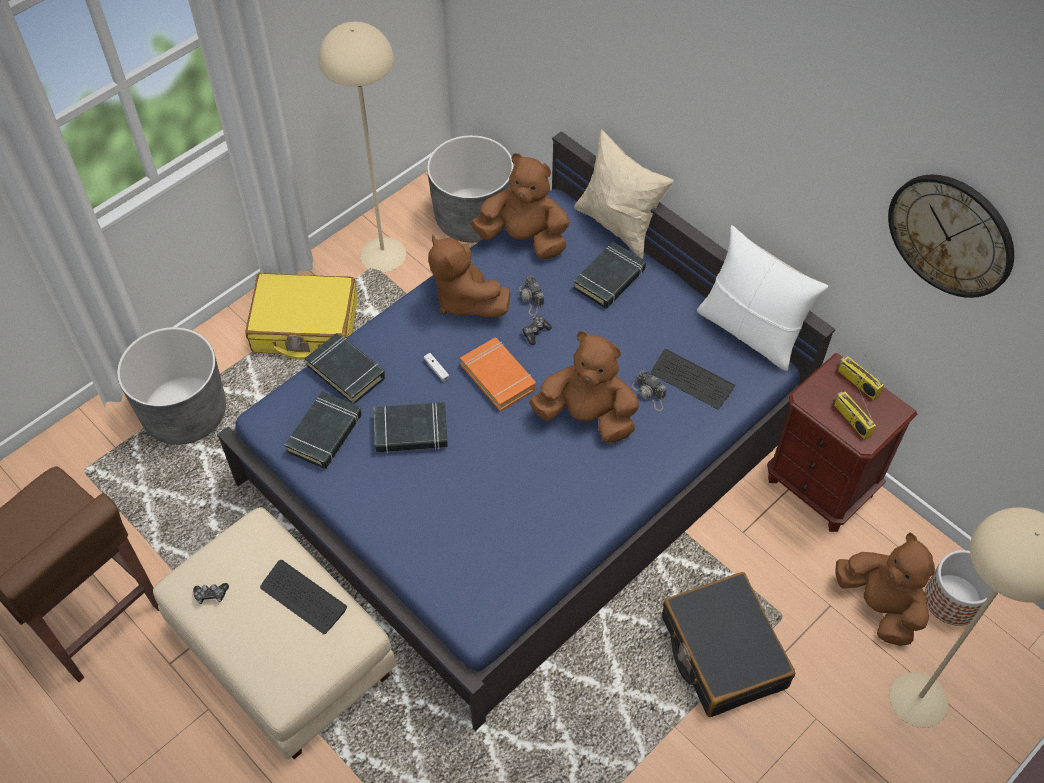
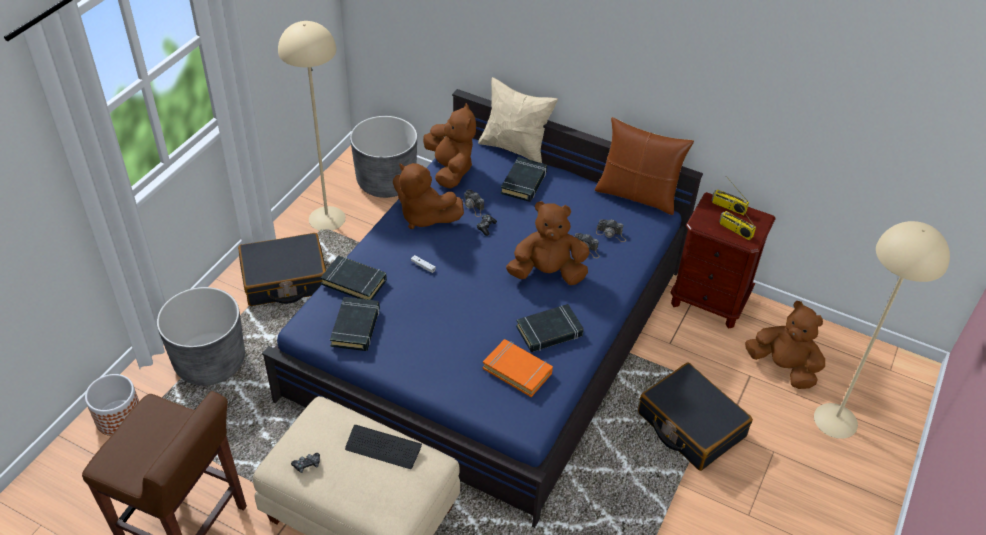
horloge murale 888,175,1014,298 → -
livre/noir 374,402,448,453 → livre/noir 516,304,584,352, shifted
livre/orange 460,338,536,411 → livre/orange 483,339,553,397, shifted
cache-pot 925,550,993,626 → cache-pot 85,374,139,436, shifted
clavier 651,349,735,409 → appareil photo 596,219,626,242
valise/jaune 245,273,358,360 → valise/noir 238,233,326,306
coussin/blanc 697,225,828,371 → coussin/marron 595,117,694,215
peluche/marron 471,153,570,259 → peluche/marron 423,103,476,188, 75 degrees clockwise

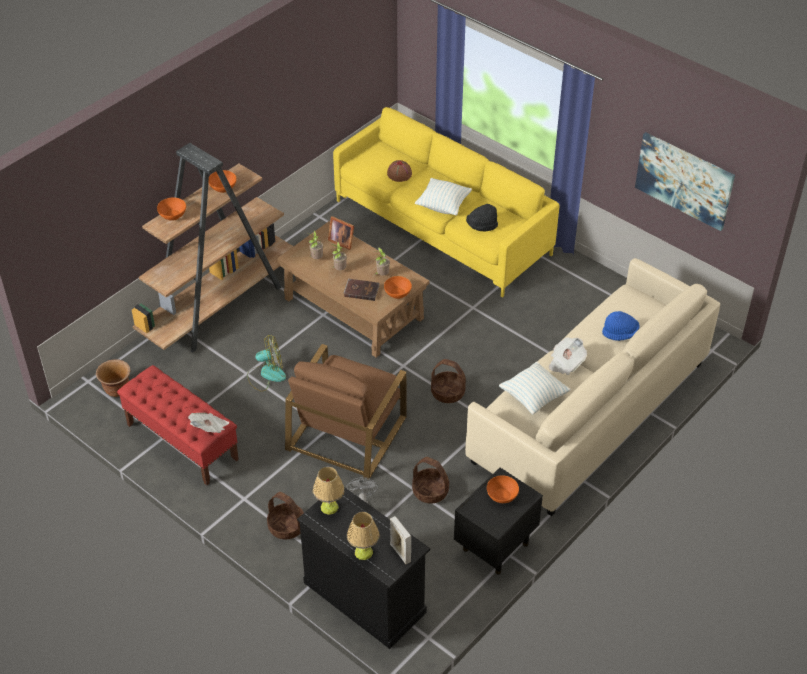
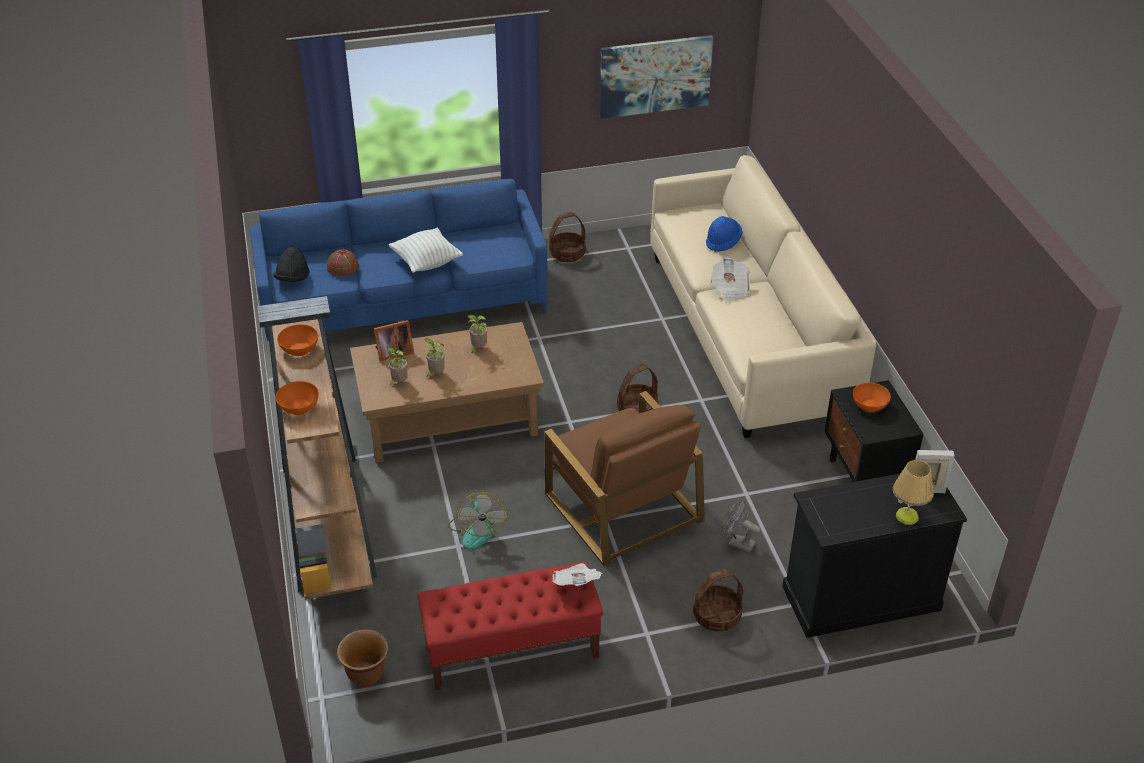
lampe de table 313,467,345,515 → -
livre/marron 344,278,380,301 → -
bol/orange 384,276,412,299 → -
coussin 499,362,571,414 → -
panier 412,457,449,503 → panier 549,212,586,262, shifted
chapeau/noir 466,204,498,231 → chapeau/noir 273,247,309,282, shifted
canapé/jaune 333,107,559,298 → canapé/bleu 250,179,548,341
ventilateur 247,335,286,392 → ventilateur 448,492,508,549, 150 degrees clockwise

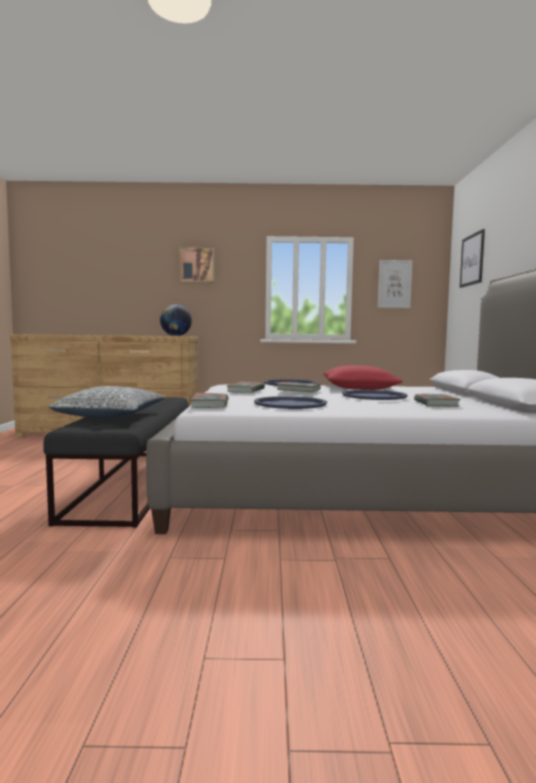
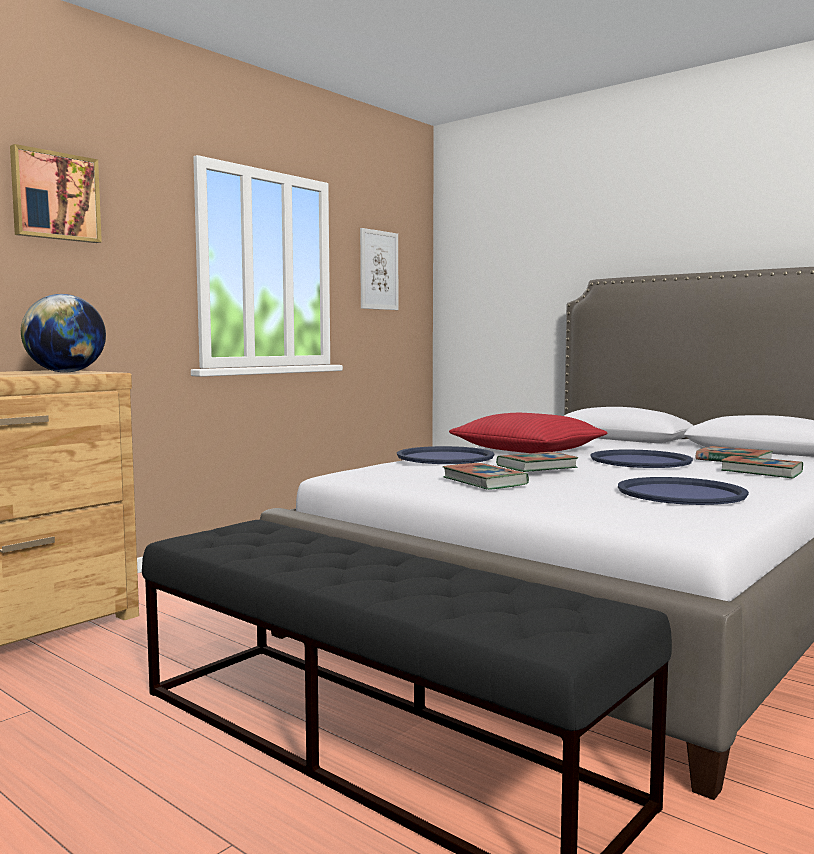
coussin 49,386,165,418 → -
tableau 460,229,485,288 → -
livre 190,393,228,408 → livre 721,456,803,478, shifted

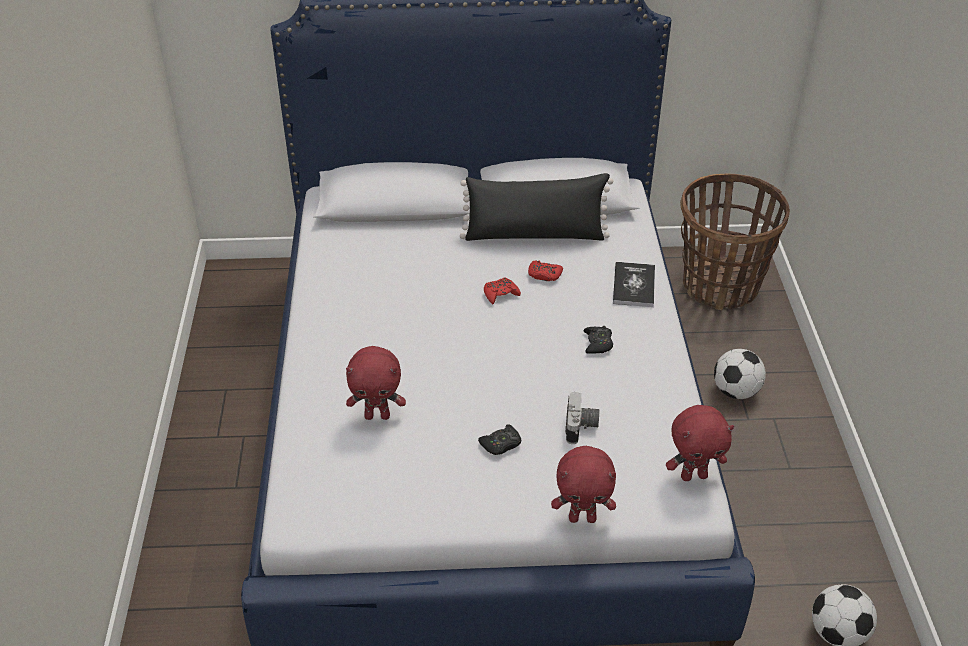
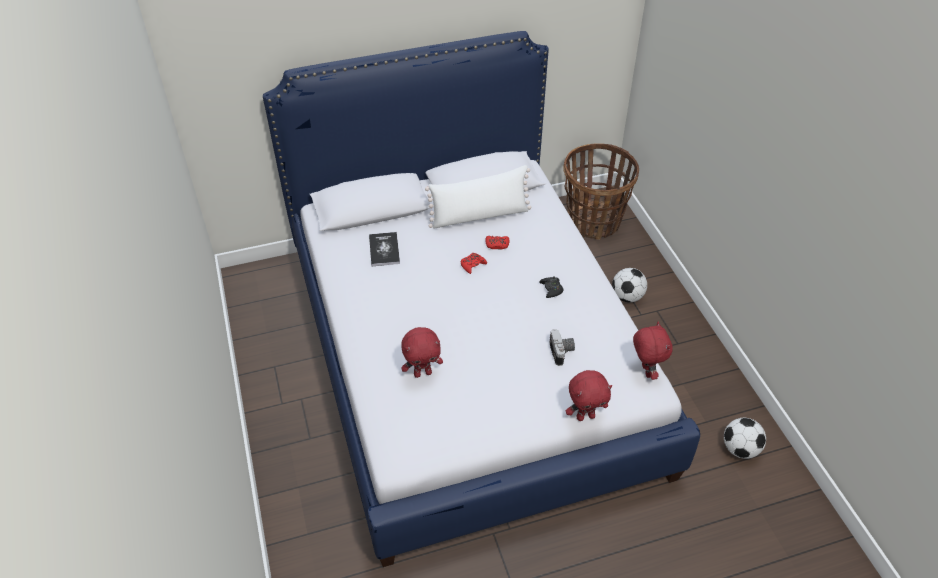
manette/noir 478,424,521,455 → -
livre 613,262,655,307 → livre 369,232,400,266, shifted
coussin/noir 460,173,613,241 → coussin/blanc 425,165,532,229
peluche/rouge 666,405,734,481 → peluche/rouge 633,322,673,380, 75 degrees counterclockwise

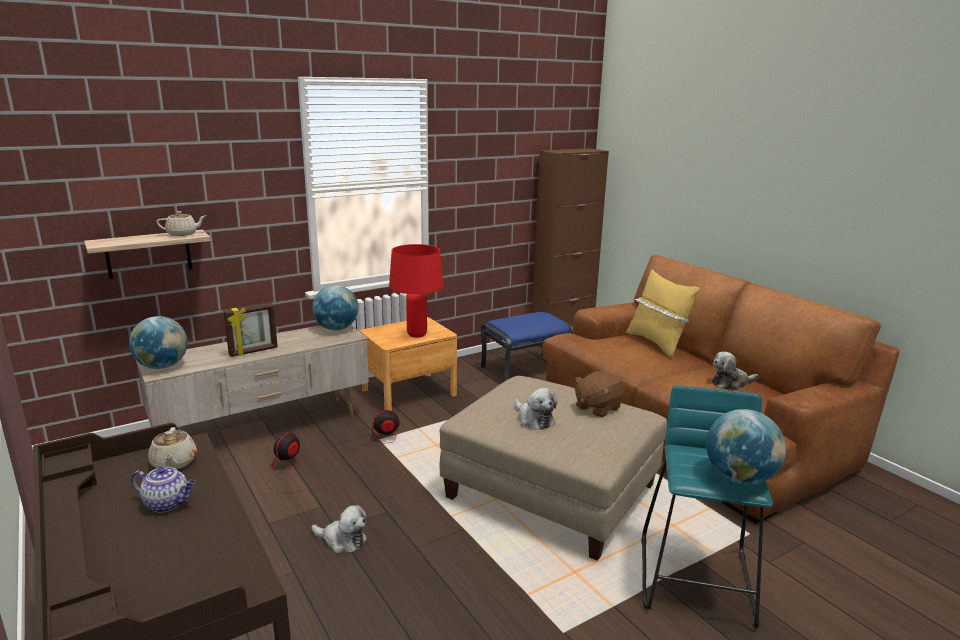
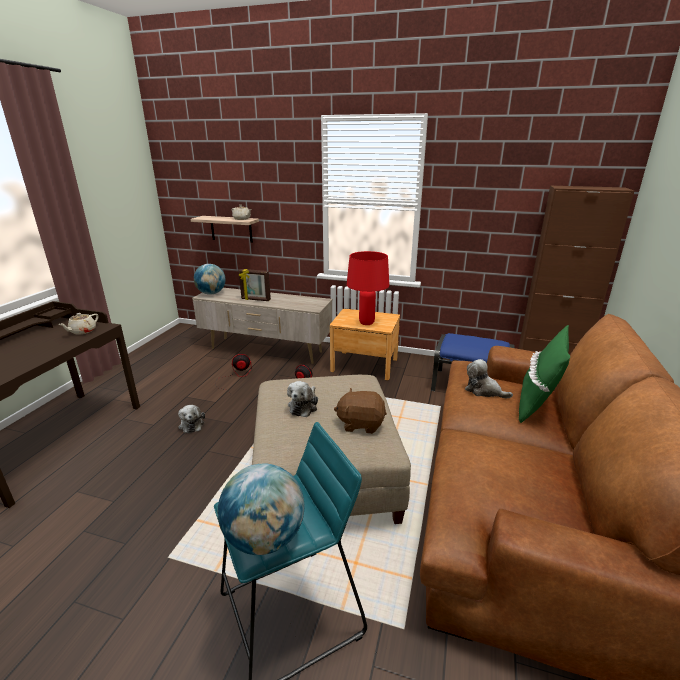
théière 131,467,195,513 → -
globe 312,285,358,330 → -
peluche 711,352,758,390 → peluche 465,359,513,399, shifted
coussin/jaune 626,269,699,358 → coussin/vert 519,325,570,423

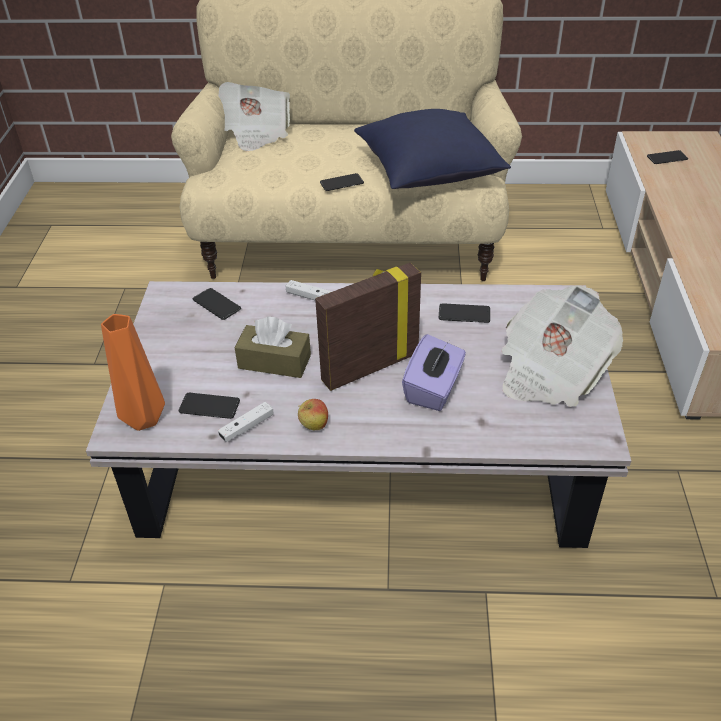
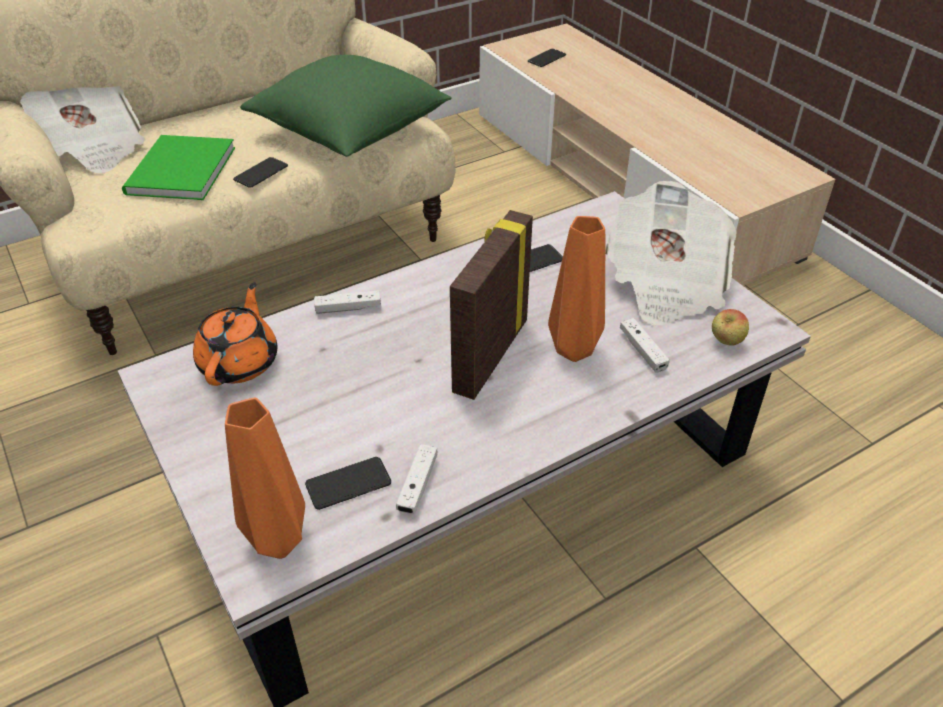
boîte à mouchoirs/marron 235,317,311,378 → -
- → livre/vert 122,135,235,200
- → manette/blanc 620,318,670,373
pomme 298,399,328,430 → pomme 712,309,749,346, shifted
téléphone 193,288,241,320 → théière/orange 193,282,278,386
boîte à mouchoirs/violet 402,334,466,411 → vase/orange 548,216,605,362
coussin/bleu 354,109,511,189 → coussin/vert 240,55,452,157

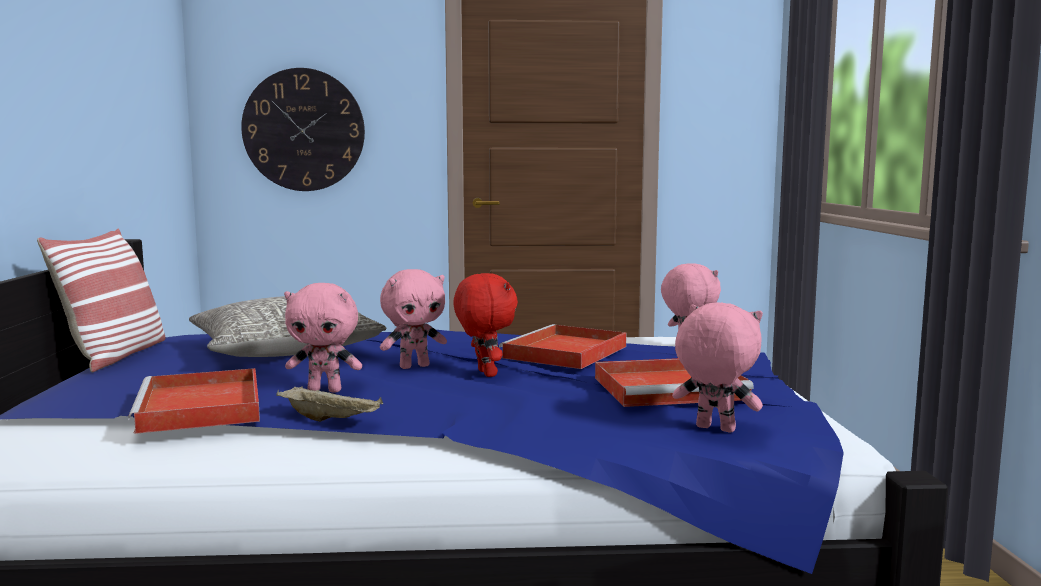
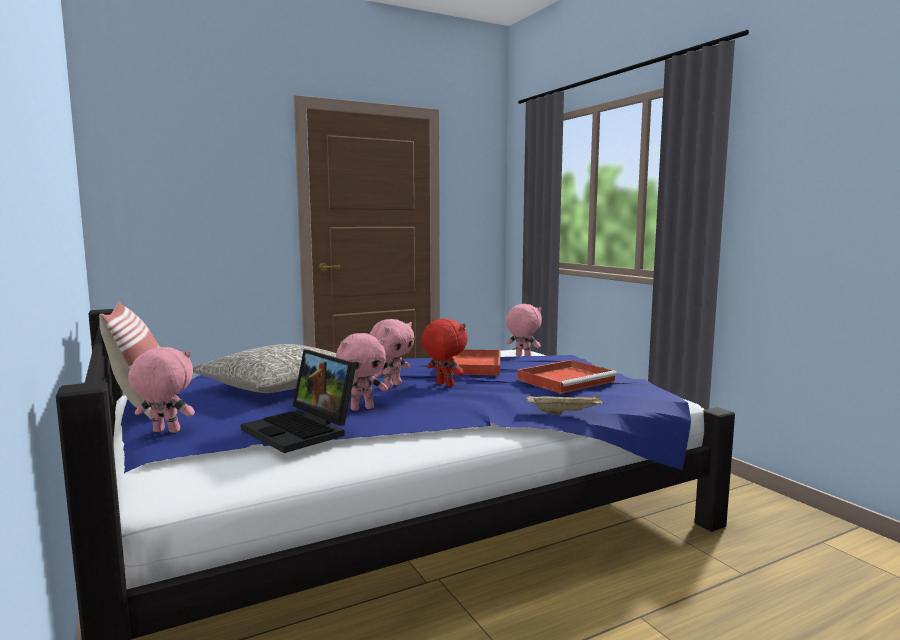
horloge murale 241,68,365,191 → -
plateau/beige 276,386,383,422 → plateau/beige 527,394,605,415, shifted
peluche/rose 672,302,763,432 → peluche/rose 128,347,195,433, shifted
plateau/rouge 128,368,260,434 → ordinateur portable 241,349,357,453

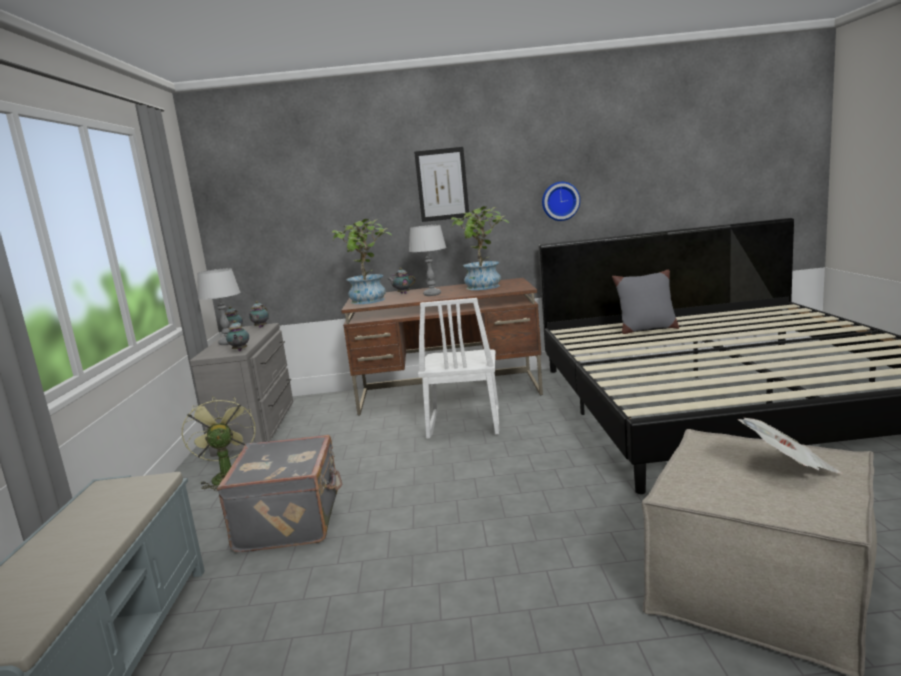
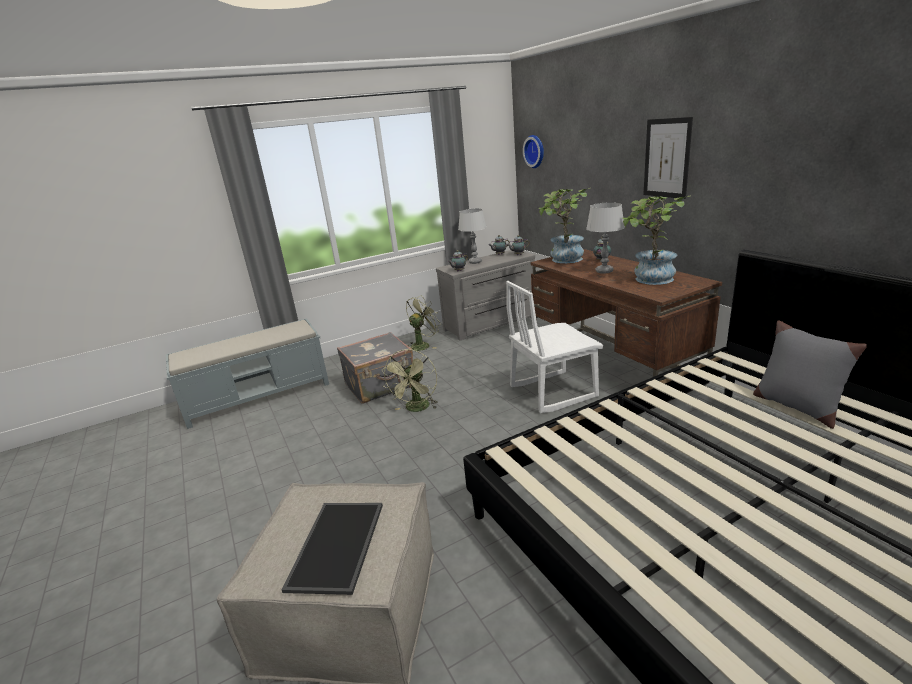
- → ventilateur/vert 382,349,437,412
horloge murale 542,182,580,221 → horloge murale 523,135,544,168, shifted
journal 738,418,843,474 → plateau 282,503,383,595

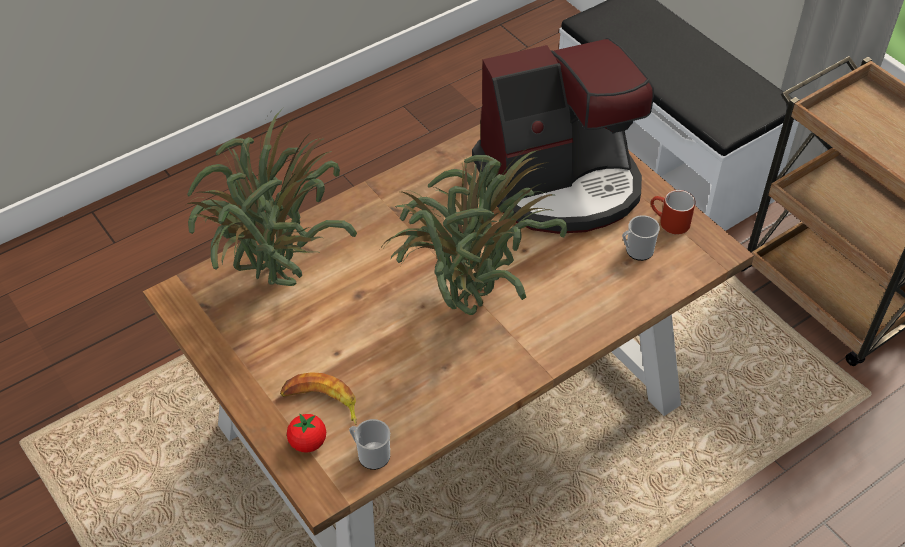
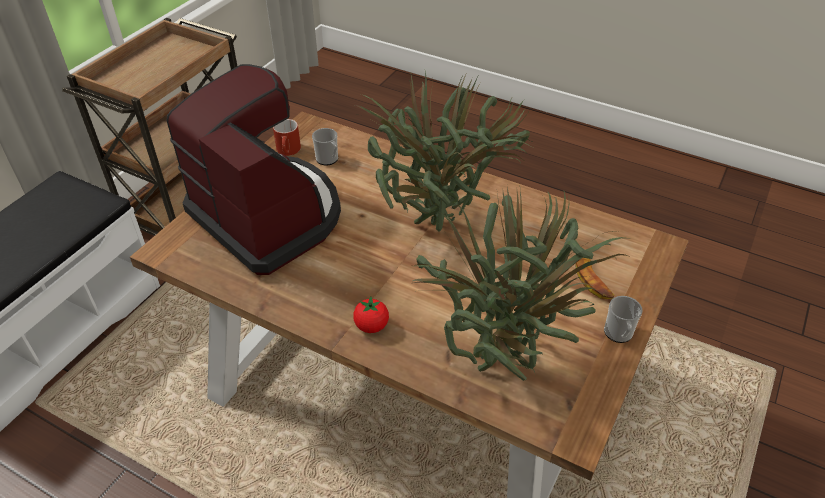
tomate 287,414,326,453 → tomate 353,297,389,333, shifted
mug 349,419,390,470 → mug 604,296,643,343, shifted

